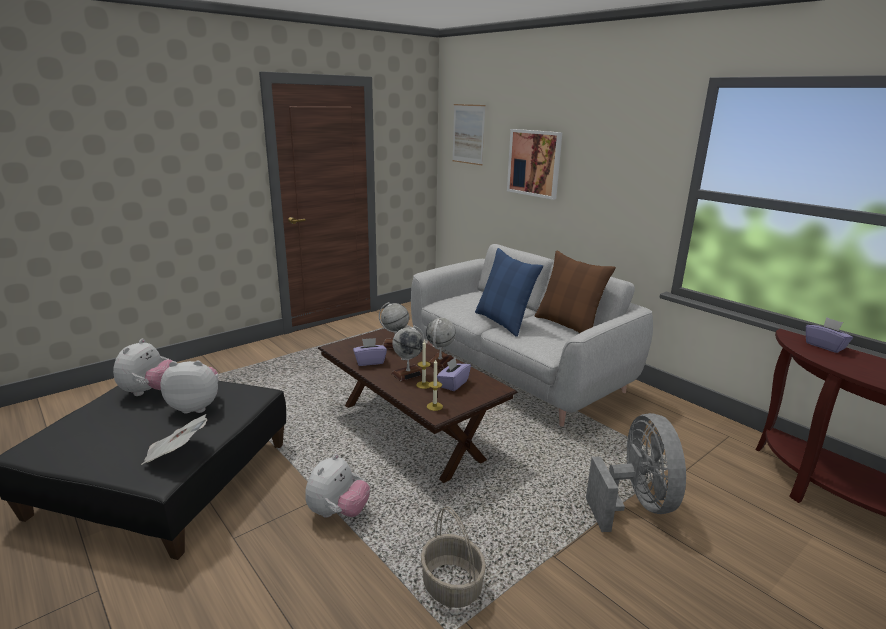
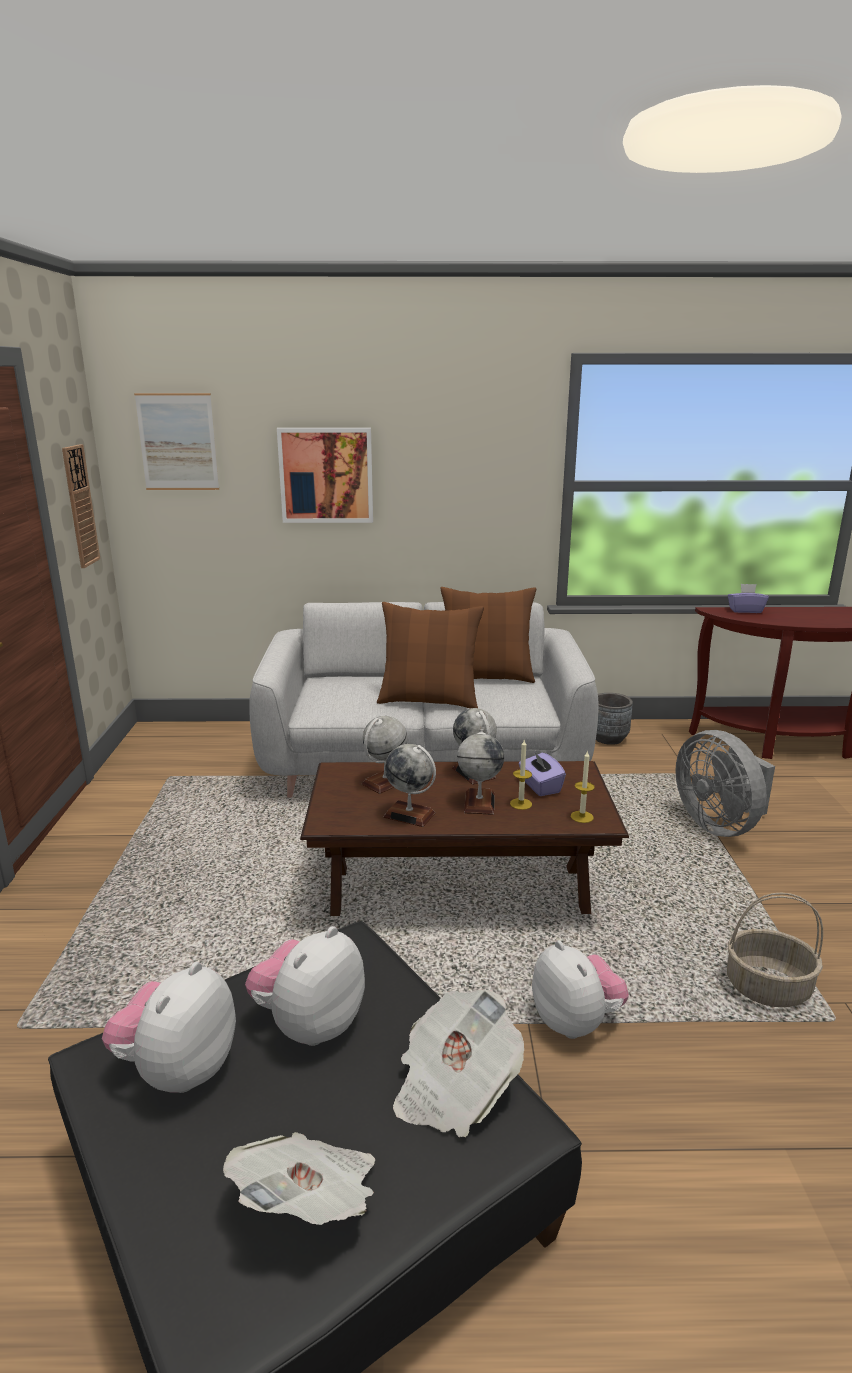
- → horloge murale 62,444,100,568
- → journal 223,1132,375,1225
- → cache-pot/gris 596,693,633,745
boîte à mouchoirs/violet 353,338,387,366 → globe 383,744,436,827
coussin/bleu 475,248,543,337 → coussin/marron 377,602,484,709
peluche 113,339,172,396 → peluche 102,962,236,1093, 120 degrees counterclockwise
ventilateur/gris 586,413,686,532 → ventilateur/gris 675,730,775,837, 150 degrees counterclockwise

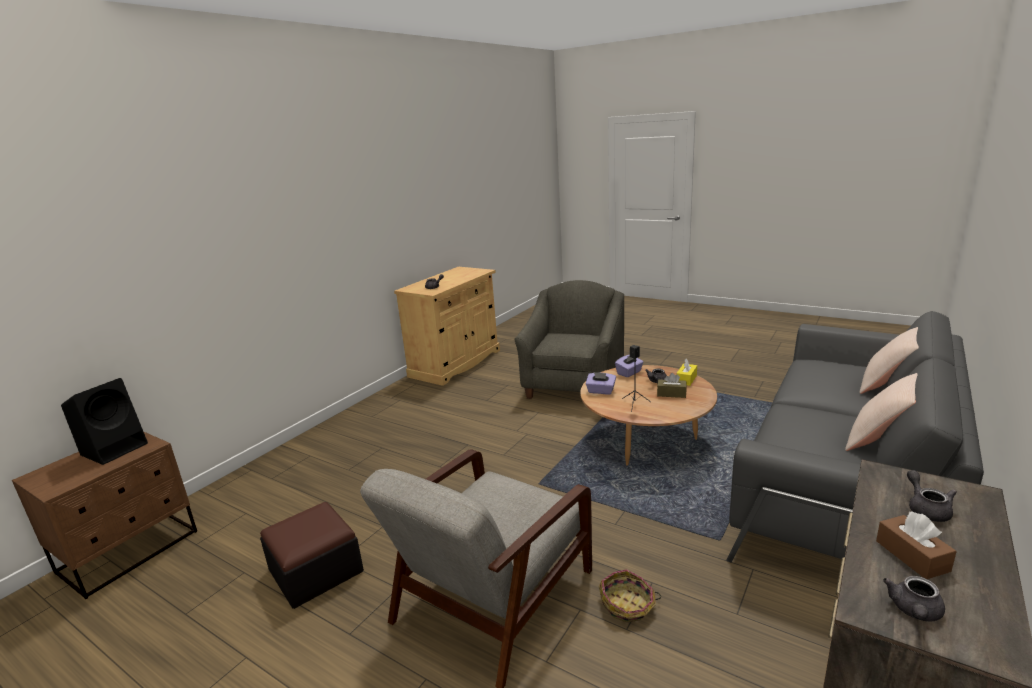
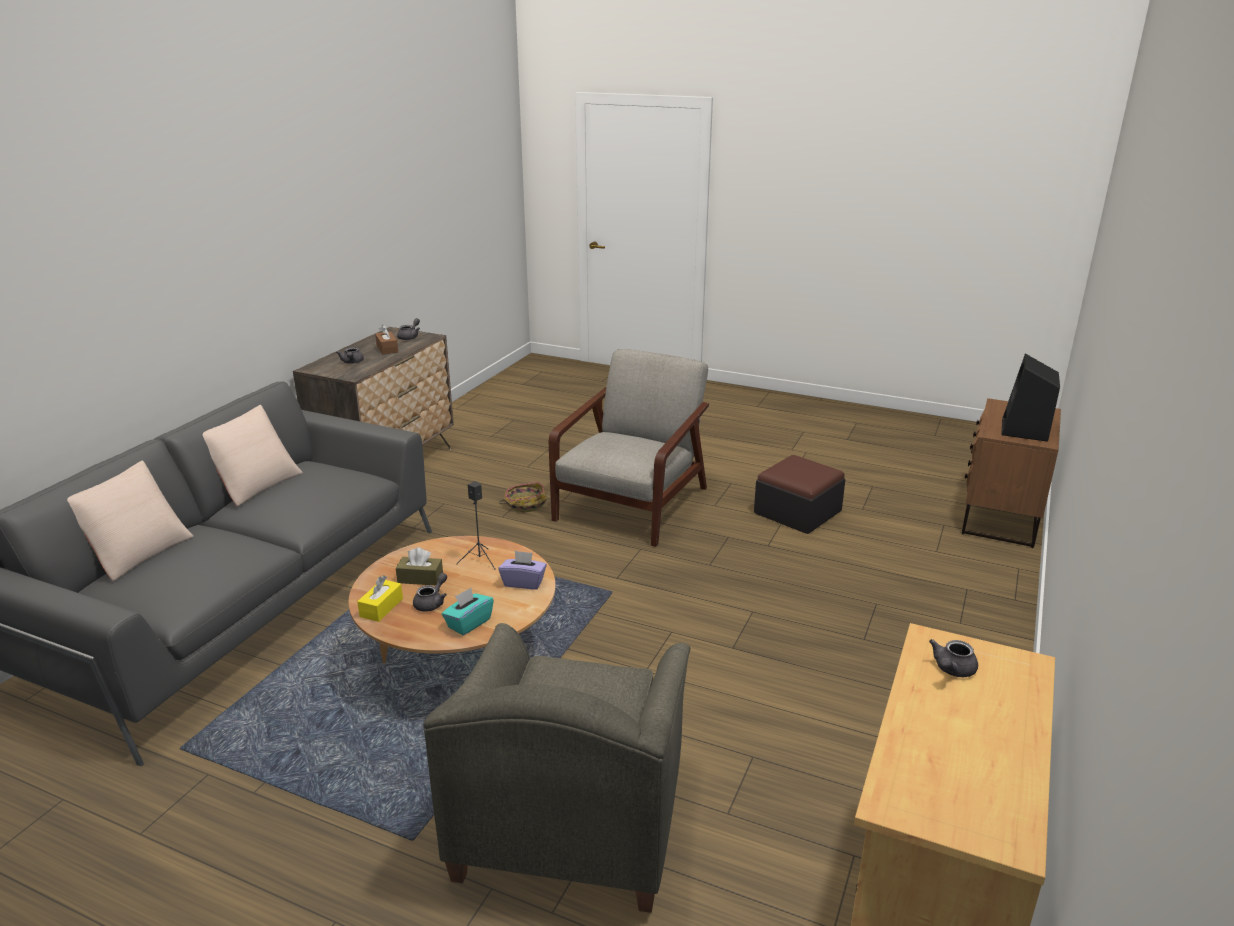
boîte à mouchoirs/violet 615,355,644,377 → boîte à mouchoirs/turquoise 442,588,494,635

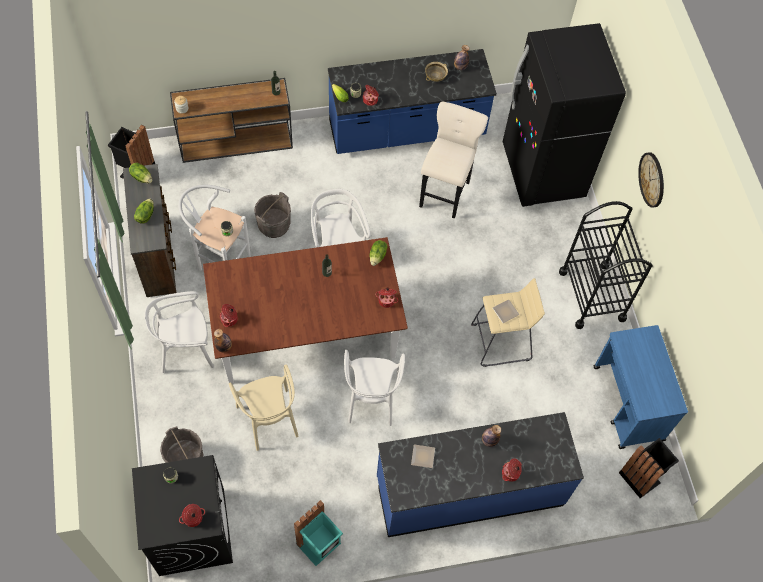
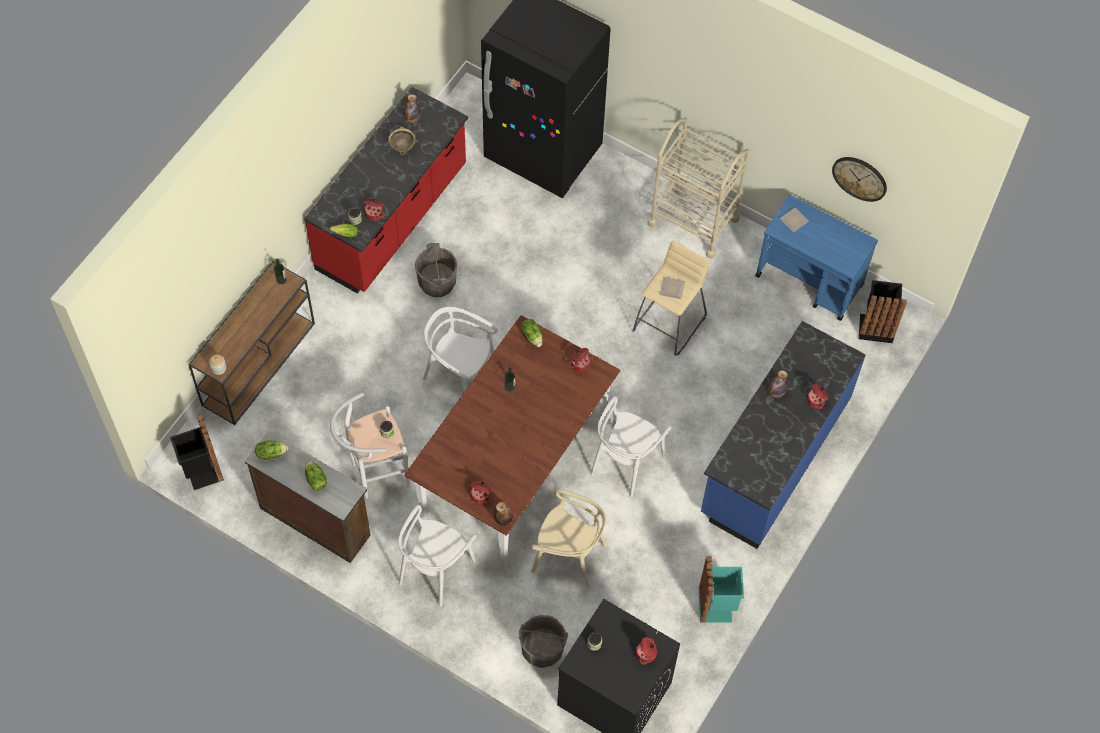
tabouret/beige 419,101,488,219 → -
seau/gris 254,192,291,238 → seau/gris 415,243,457,297, shifted
assiette 411,444,435,468 → assiette 779,207,809,232, shifted
horloge murale 638,152,664,208 → horloge murale 832,157,887,202, shifted
comptoir de cuisine/bleu 328,49,497,154 → comptoir de cuisine/rouge 304,87,468,293
chariot/noir 559,201,652,329 → chariot/beige 647,117,749,259
chaise/blanc 344,350,405,426 → chaise/blanc 590,396,672,497, 75 degrees clockwise

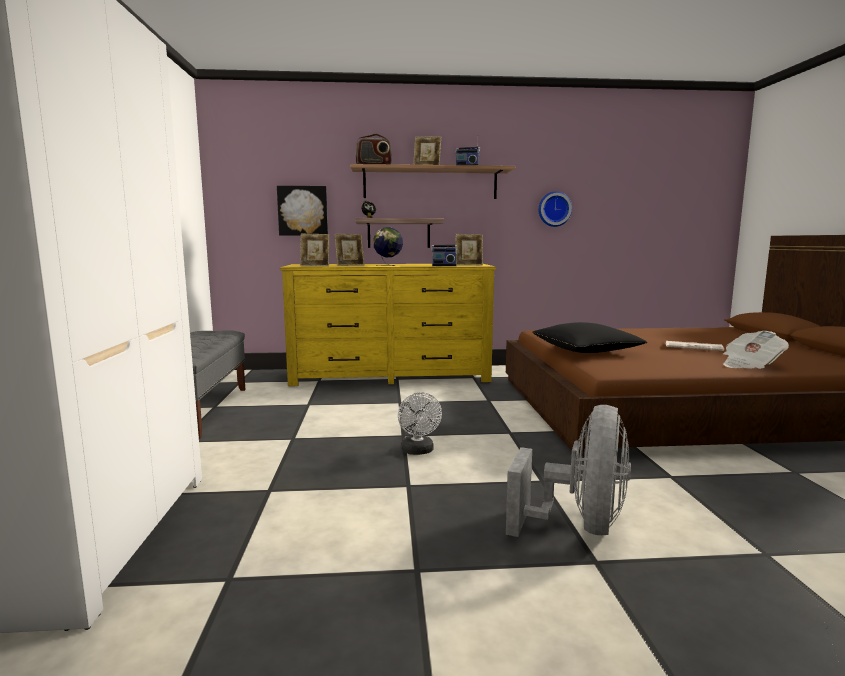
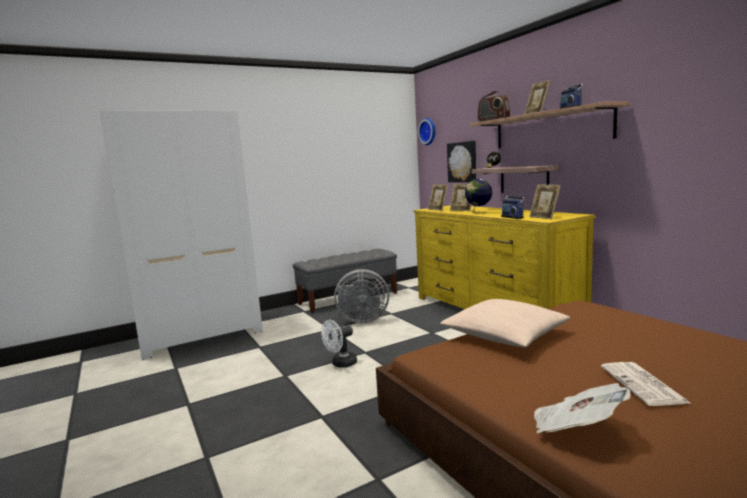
ventilateur/gris 506,405,631,537 → ventilateur/gris 334,269,389,323, shifted
horloge murale 539,191,572,227 → horloge murale 418,118,436,145, shifted
coussin/noir 532,322,647,353 → coussin/beige 440,299,570,347

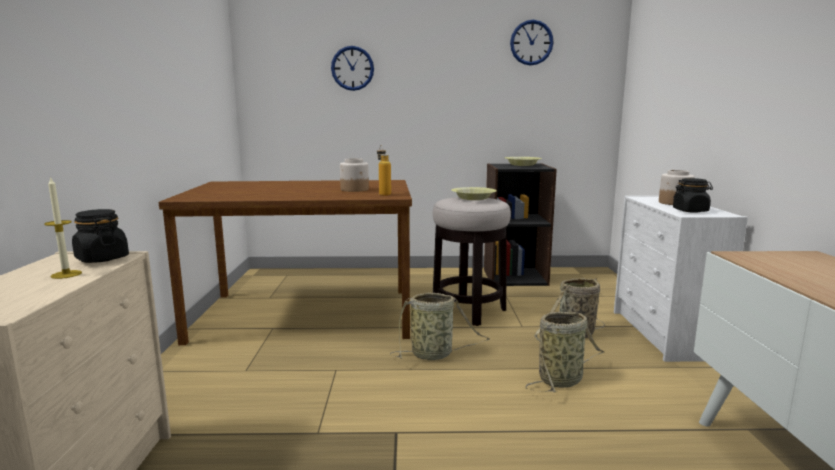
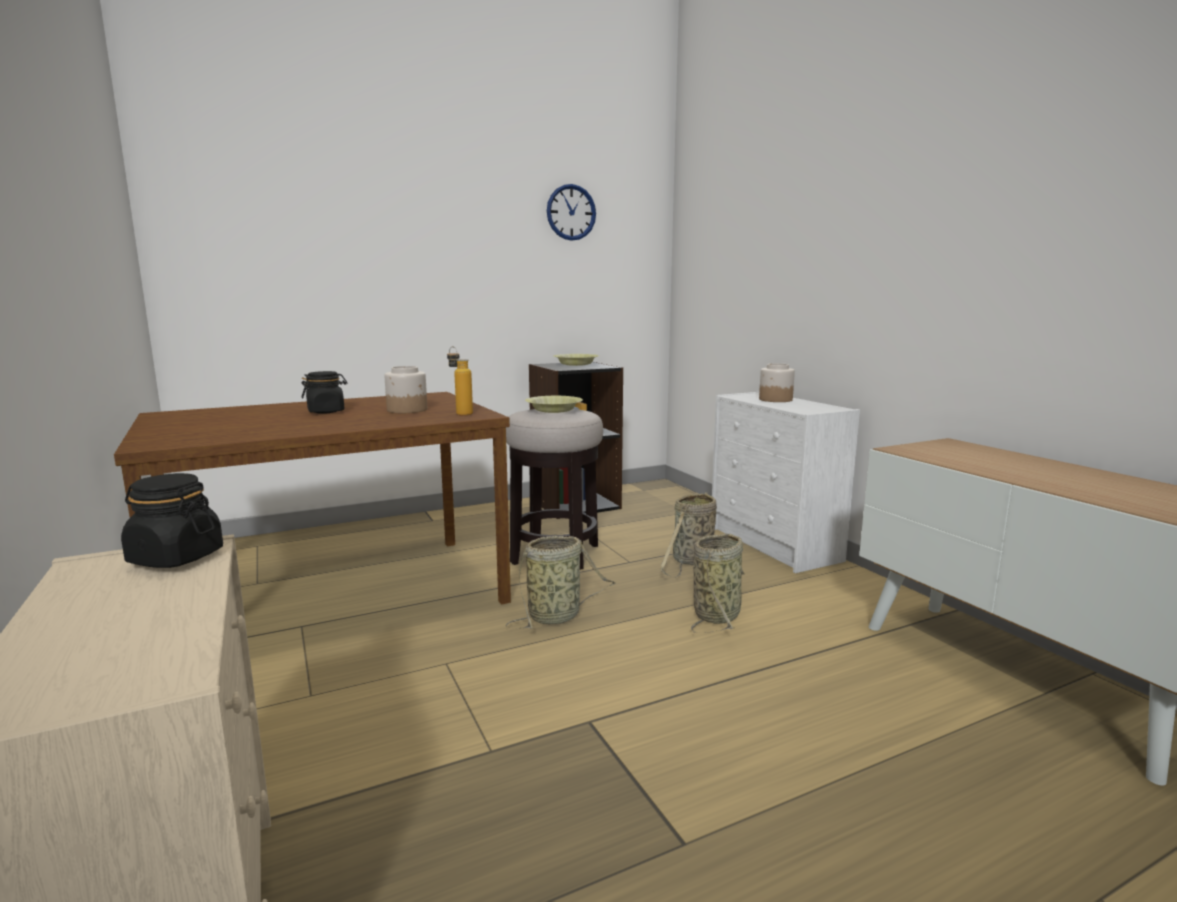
bougie 44,176,82,279 → -
horloge murale 331,46,374,91 → -
bocal/noir 673,178,713,213 → bocal/noir 302,371,347,414, shifted

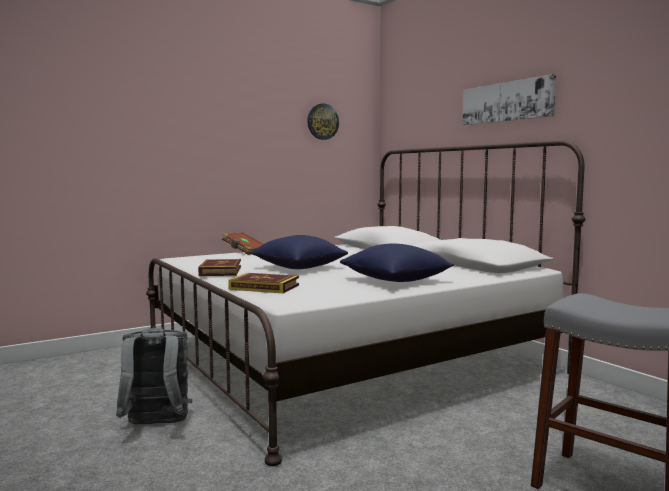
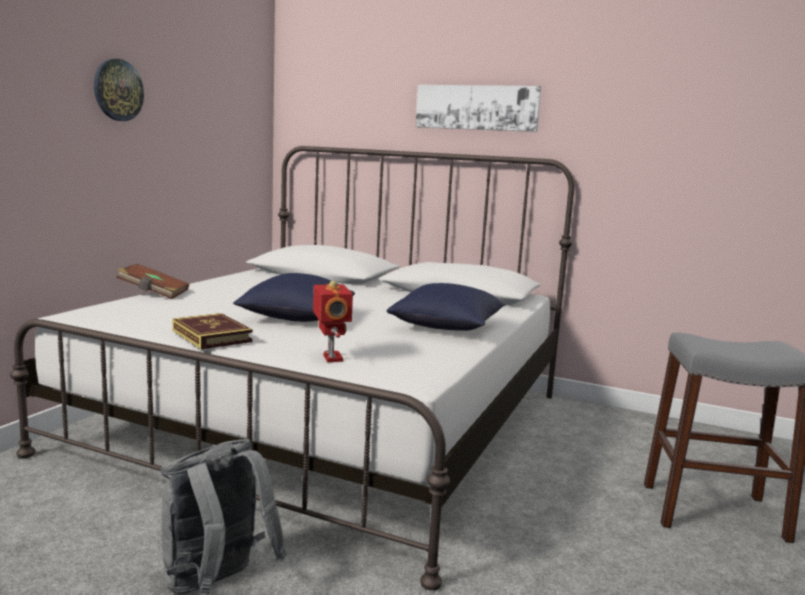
horloge murale 307,103,339,140 → horloge murale 94,59,144,121, shifted
livre 228,273,299,293 → robot jouet 313,281,353,362

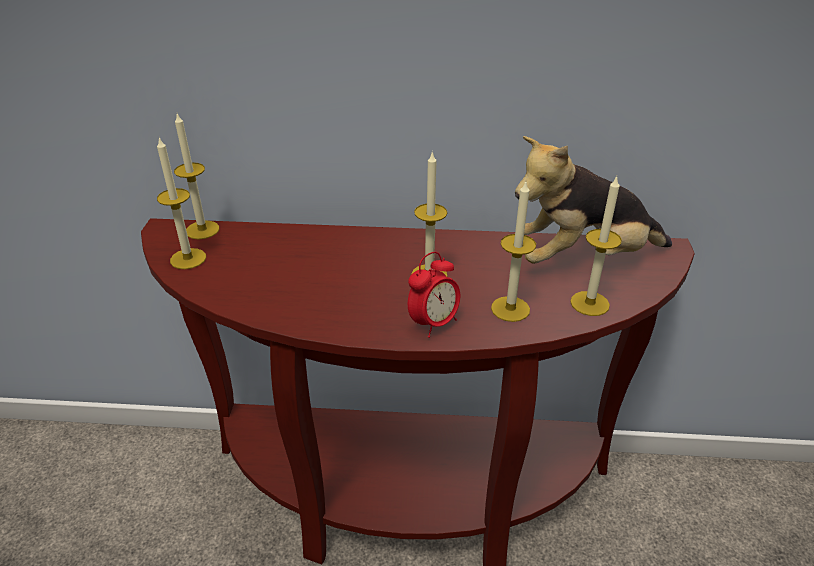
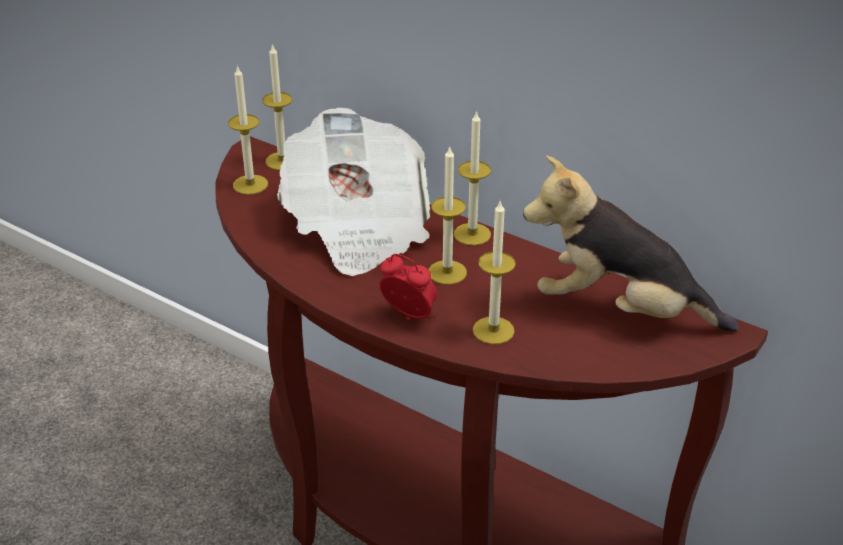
- → journal 277,108,430,276
bougie 570,176,622,316 → bougie 454,110,491,246, shifted
réveil 408,252,460,338 → réveil 380,254,437,320, 135 degrees counterclockwise

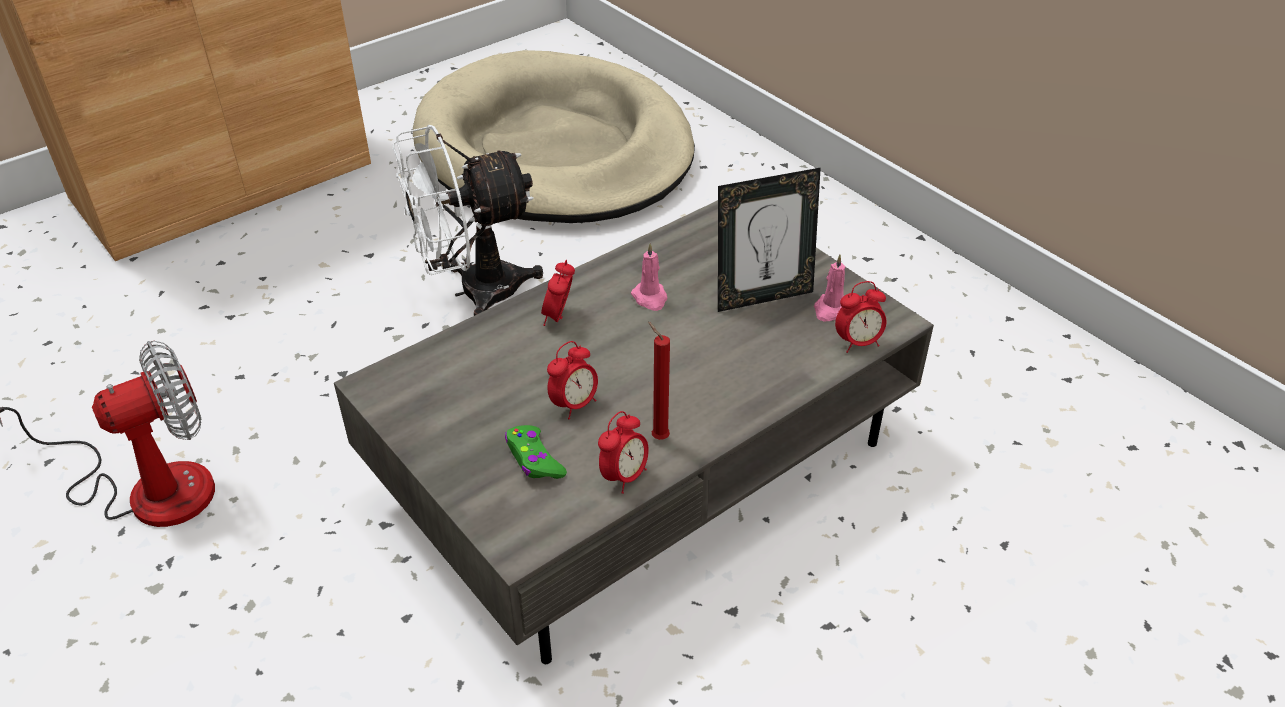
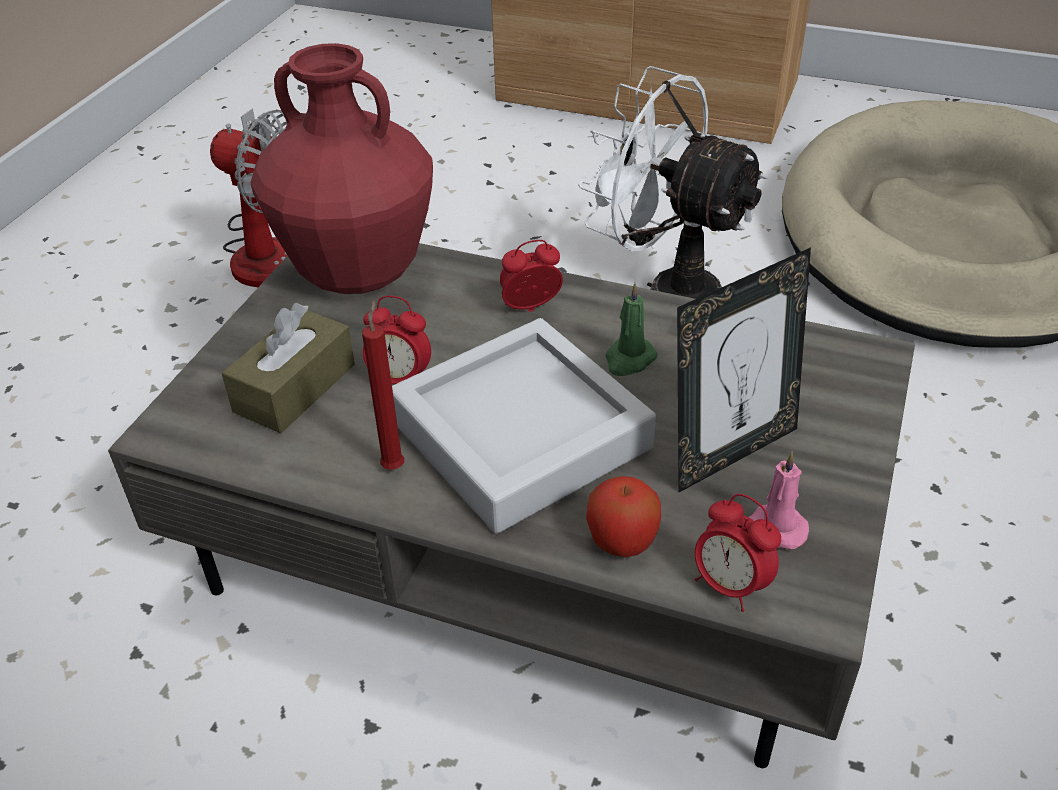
réveil 598,411,649,494 → -
- → vase/rouge 250,43,433,294
- → plateau/gris 392,318,656,534
- → pomme 586,476,661,557
manette/vert 505,425,567,479 → boîte à mouchoirs/marron 222,303,355,433
bougie/rose 631,243,667,311 → bougie/vert 605,283,658,376
cadre photo 718,167,821,312 → cadre photo 677,247,811,492, 75 degrees counterclockwise

